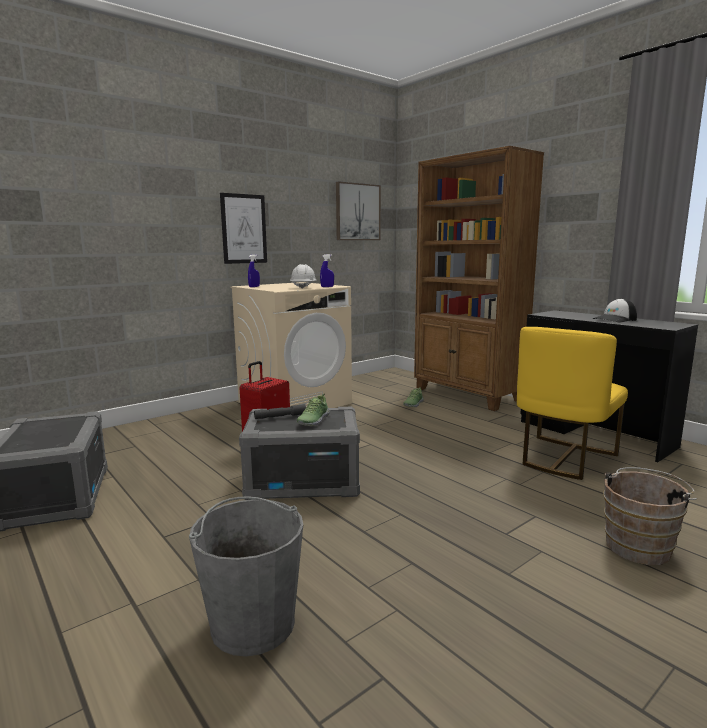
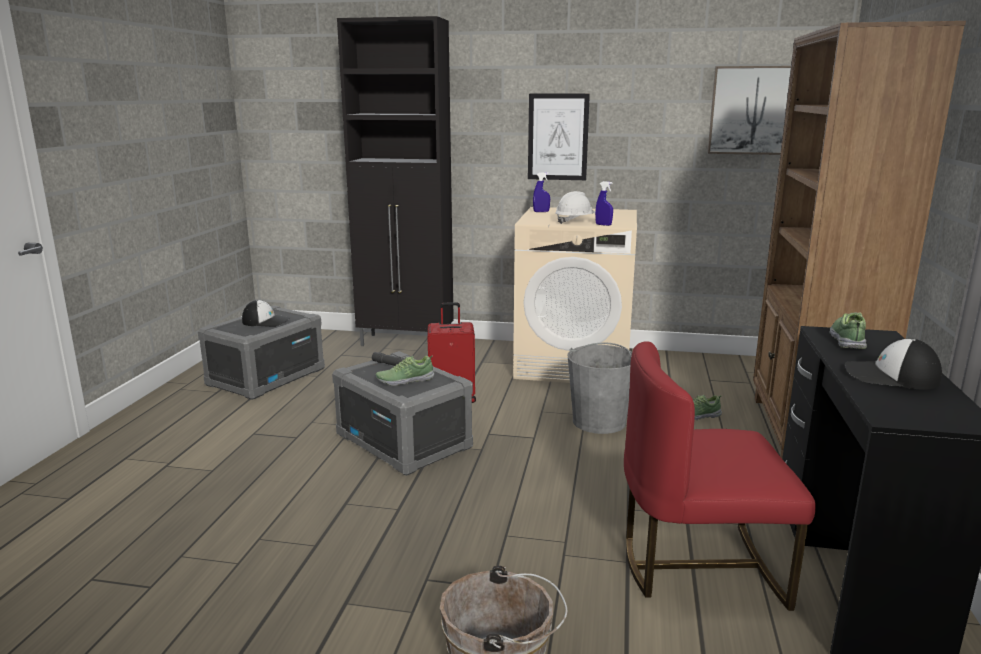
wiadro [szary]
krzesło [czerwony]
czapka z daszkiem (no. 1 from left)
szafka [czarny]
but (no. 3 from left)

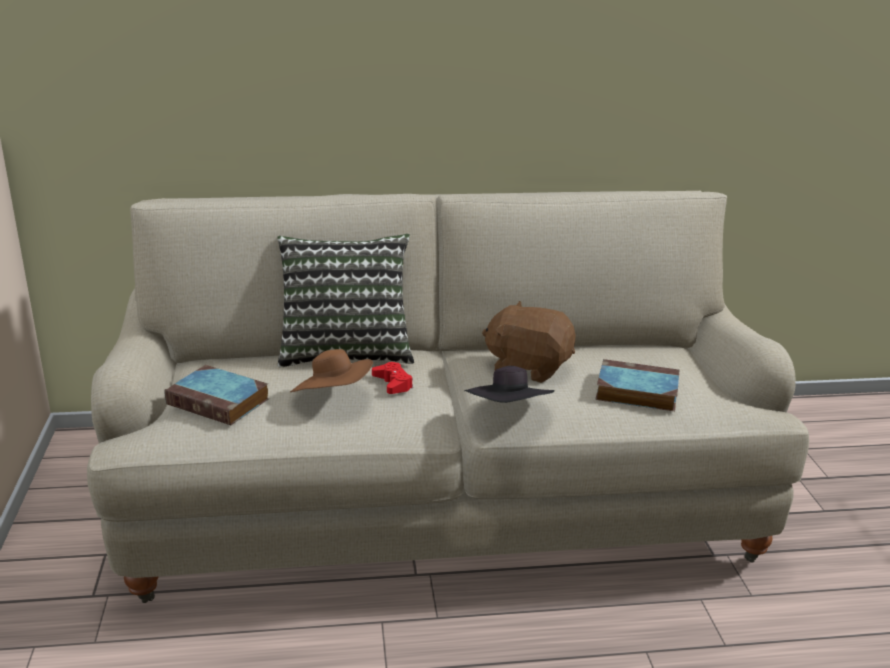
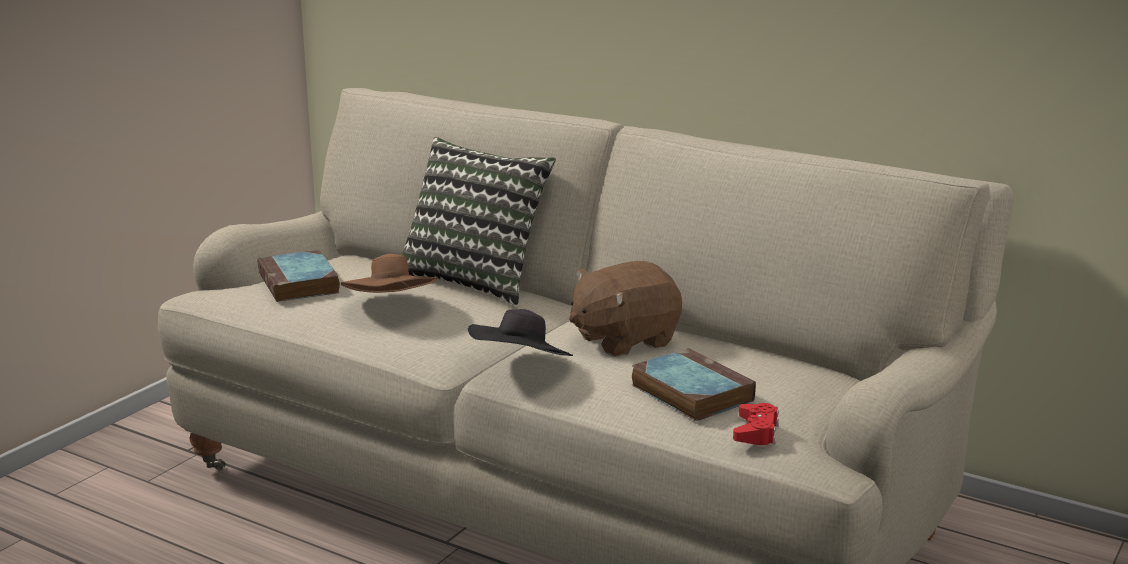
pad do gier [czerwony]
pluszak [brązowy]

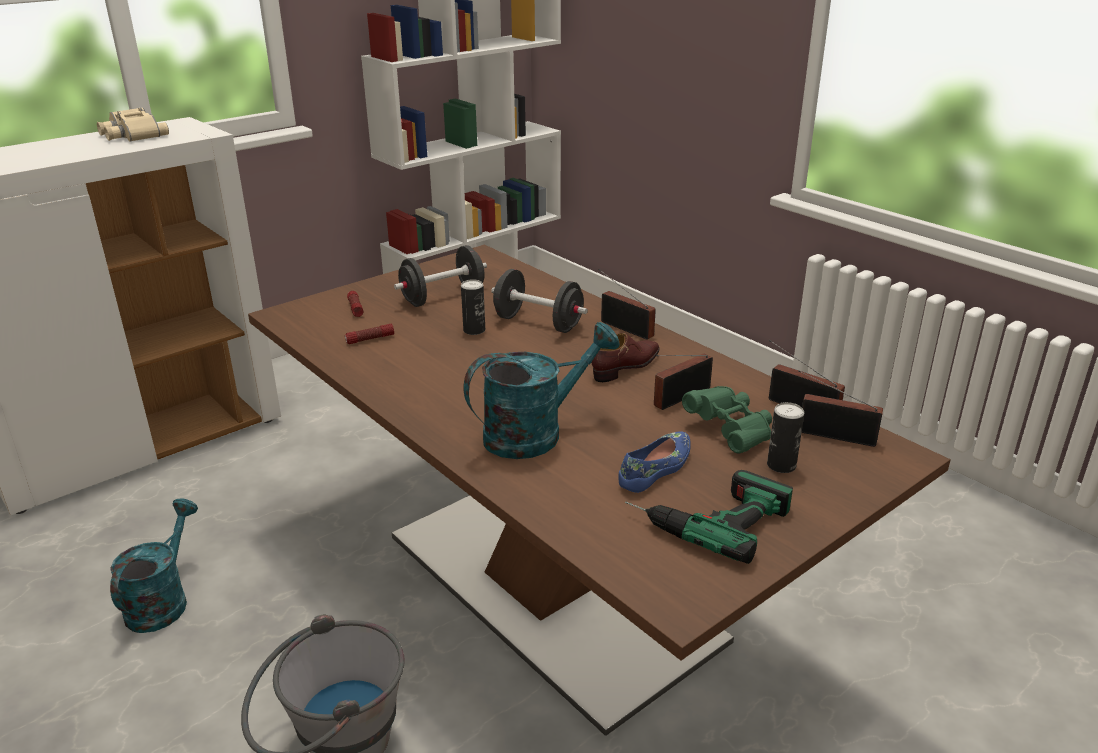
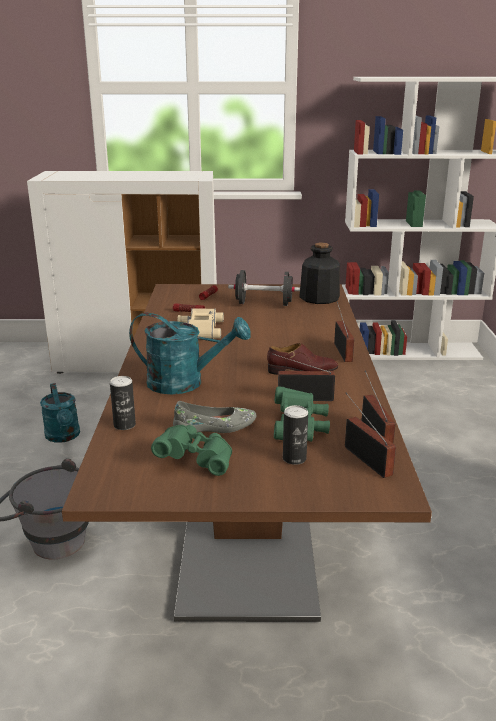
lornetka [beżowy]
konewka [turkusowy] (no. 1 from left)
puszka (no. 1 from left)
hantel [czarny] (no. 2 from left in the first image)
but [szary]
lornetka [zielony] (no. 1 from left)
butelka

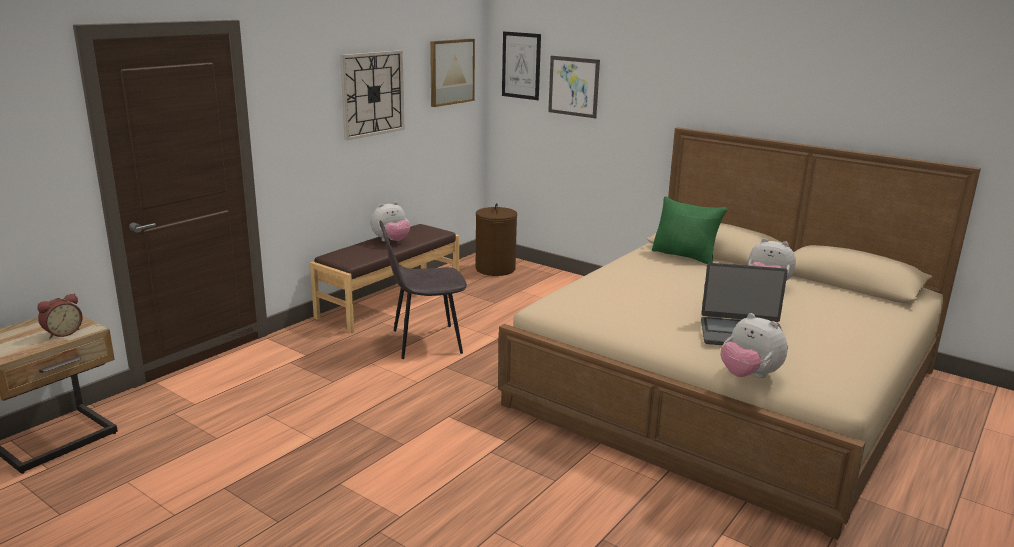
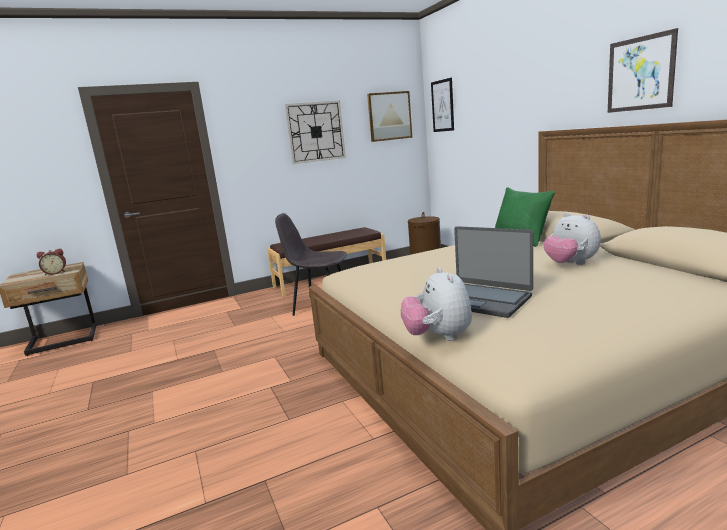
pluszak (no. 1 from left in the first image)
obraz (no. 3 from left)

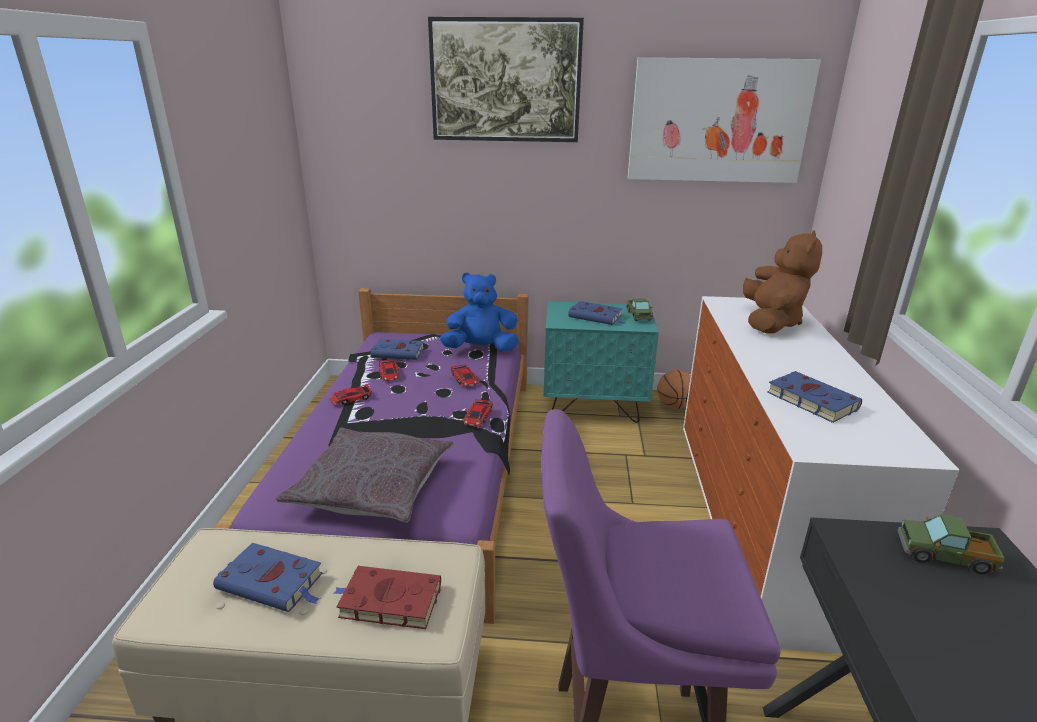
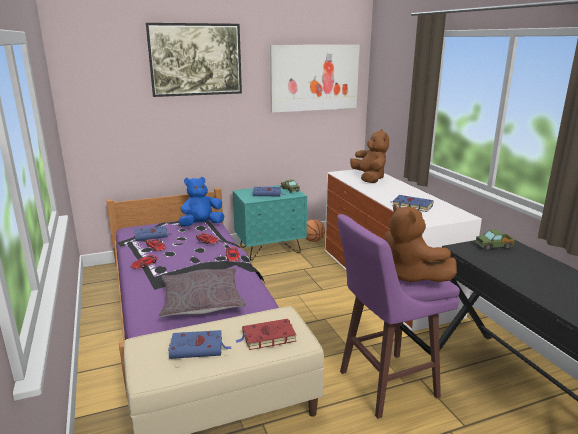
pluszak [brązowy] (no. 2 from left)

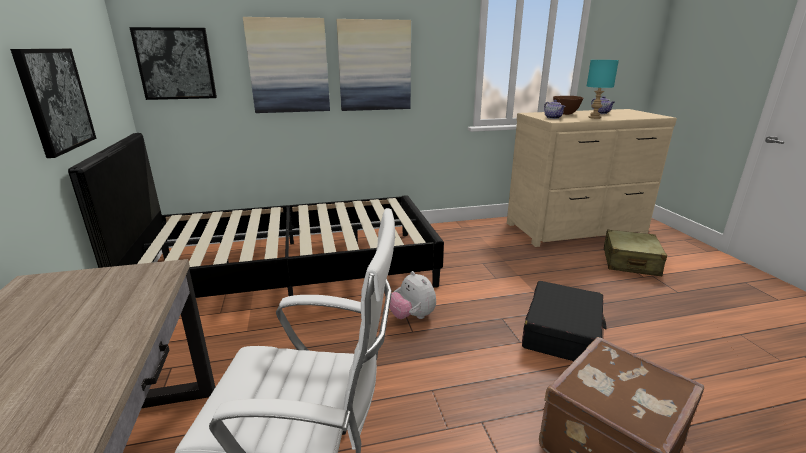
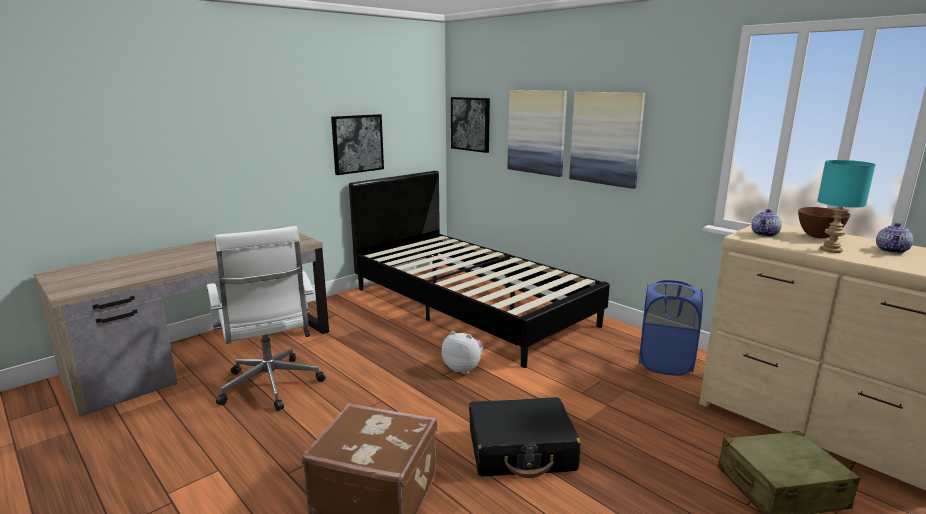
pluszak
kosz na pranie [niebieski]

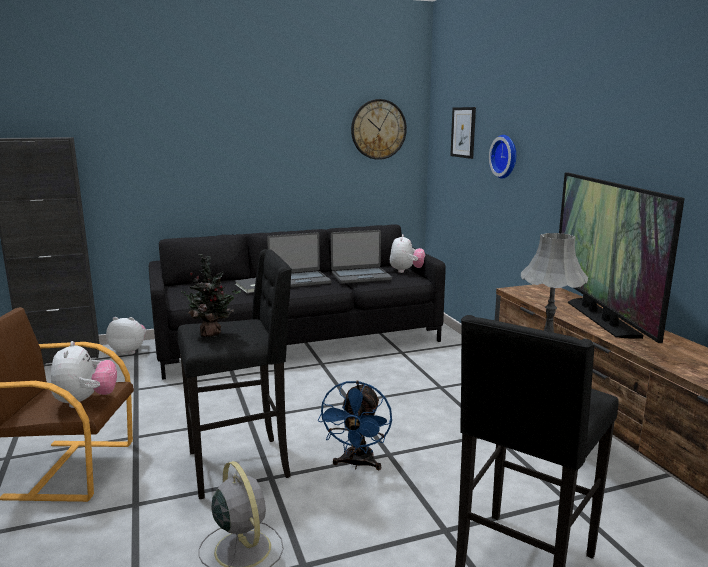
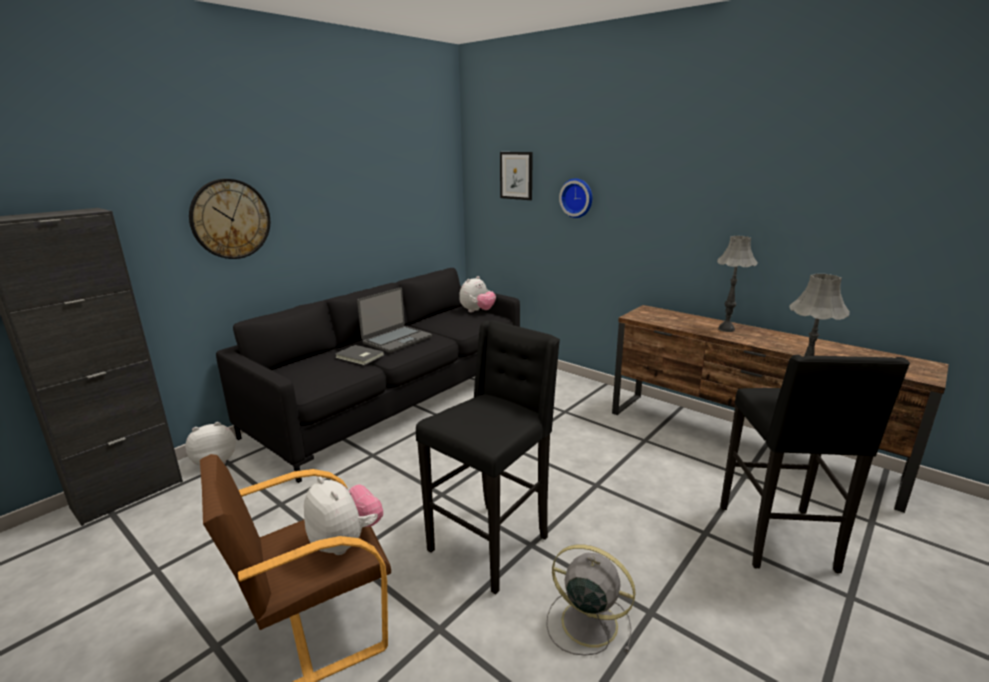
roślina doniczkowa
wentylator [niebieski]
laptop (no. 2 from left in the first image)
zegar ścienny (no. 1 from left)
pluszak (no. 3 from left)
lampa stołowa [szary] (no. 1 from left)

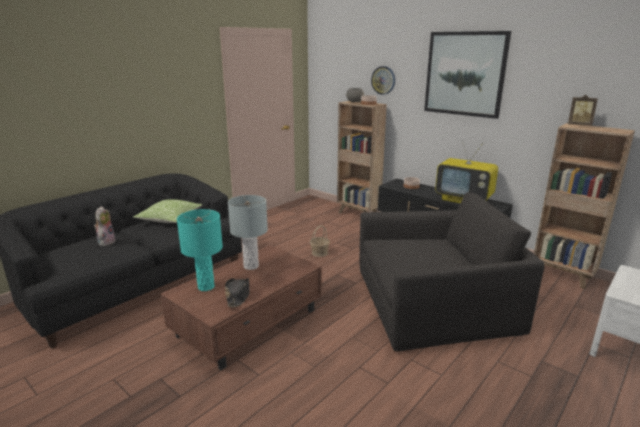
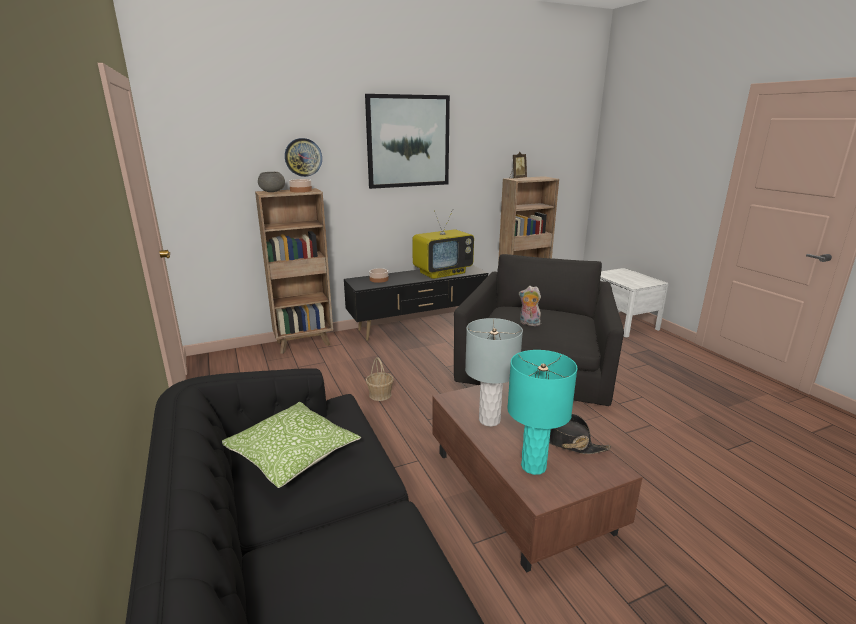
pluszak

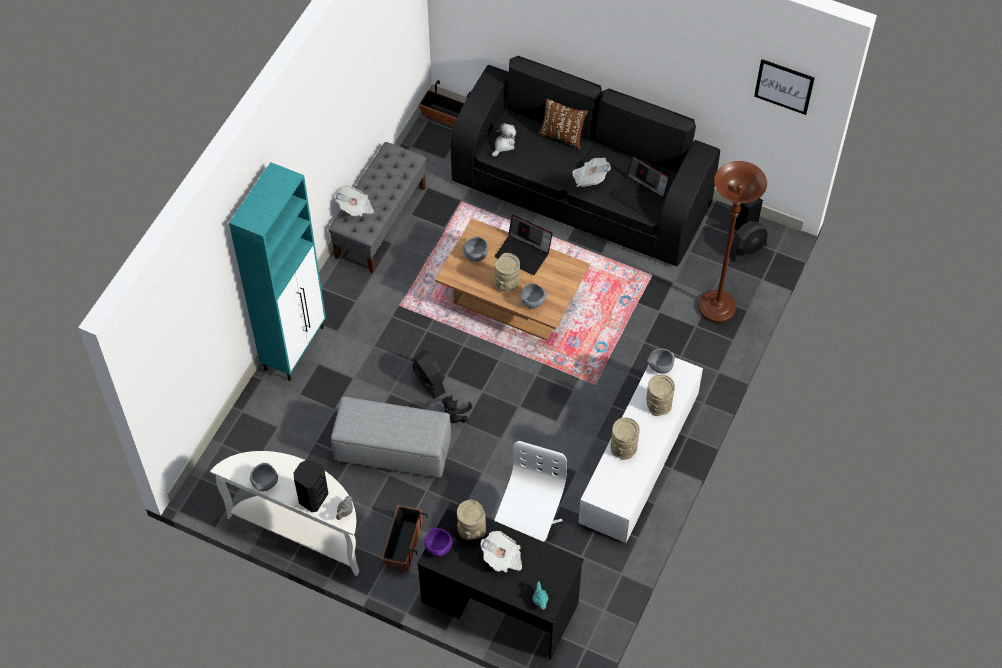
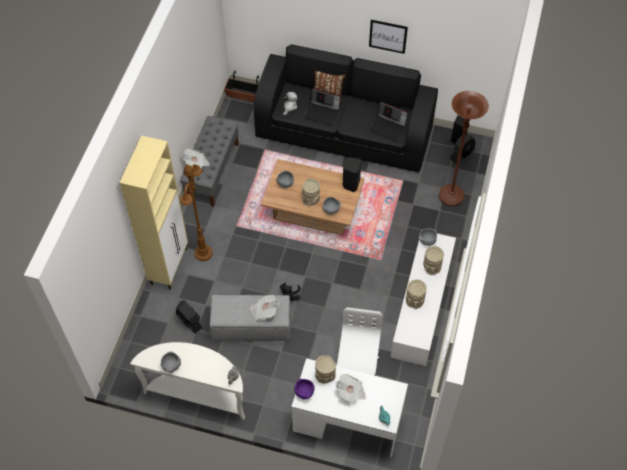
szafka [beżowy]
głośnik [czarny] (no. 1 from left)
donica (no. 1 from left in the first image)
wentylator [czarny] (no. 1 from left)
biurko [biały]
laptop (no. 1 from left)
gazeta (no. 2 from left)
obraz
lampa stojąca [brązowy] (no. 1 from left)

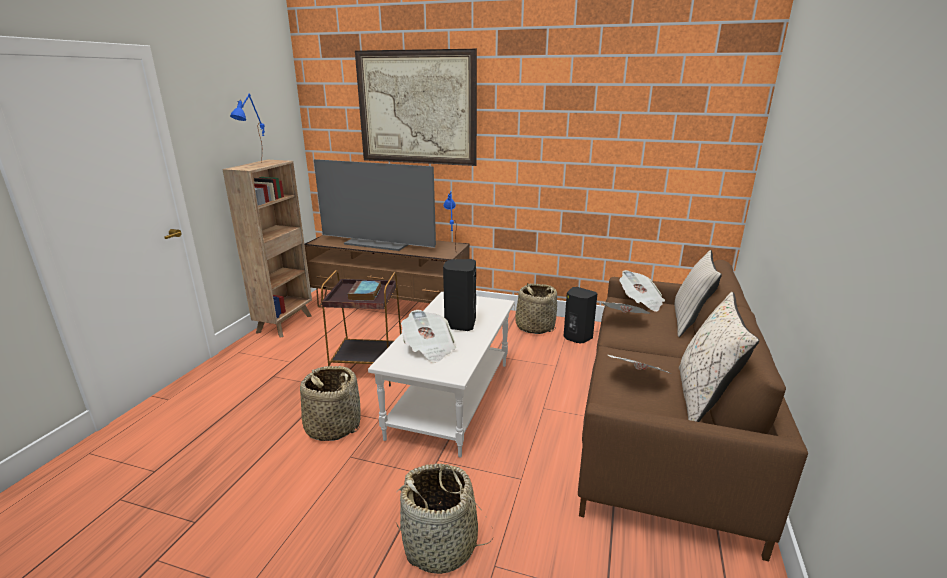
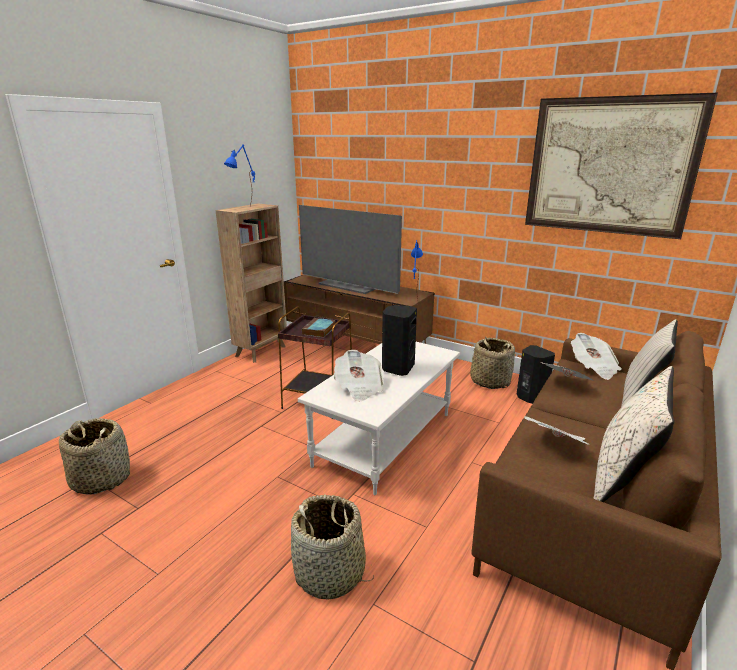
koszyk (no. 1 from left)
obraz

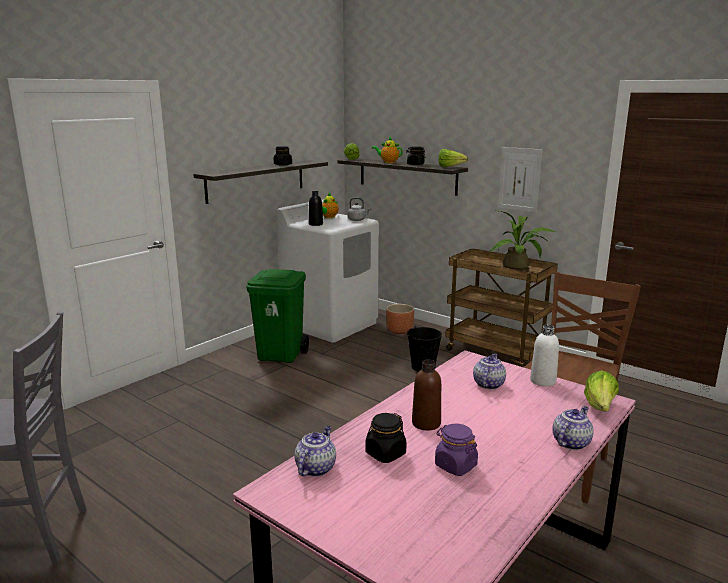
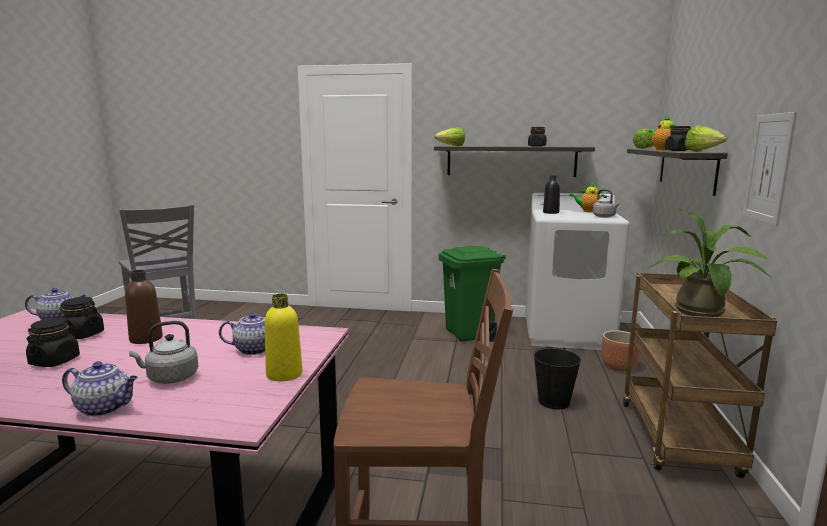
słoik [czarny] (no. 1 from left)
butelka [żółty]
sałata (no. 1 from left)
czajnik [szary] (no. 1 from left)

